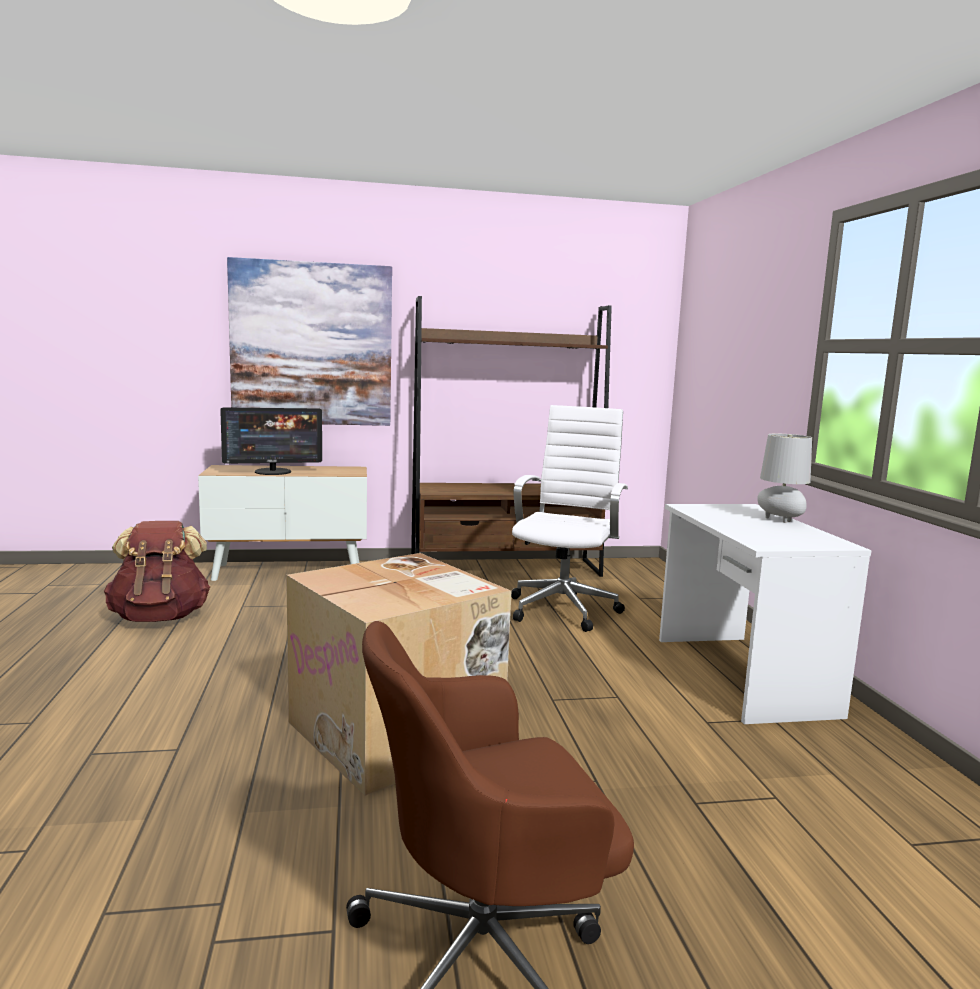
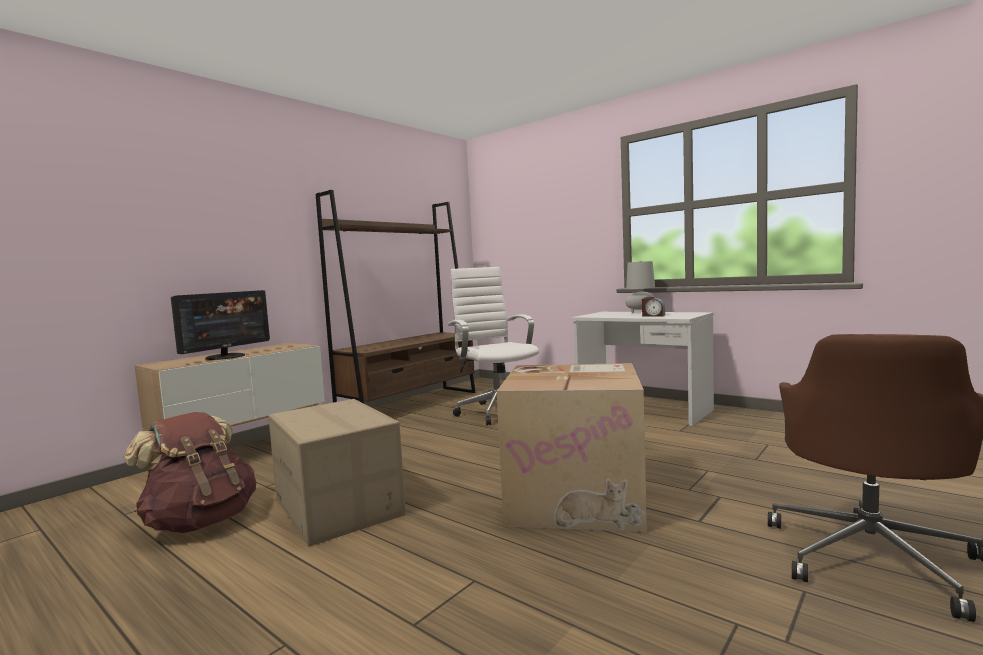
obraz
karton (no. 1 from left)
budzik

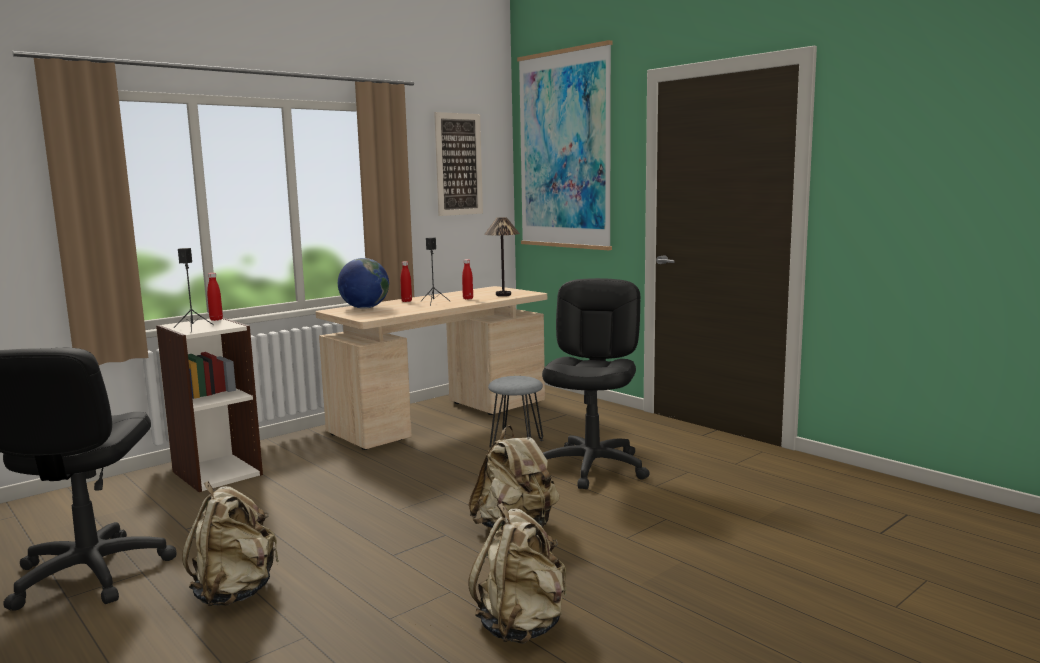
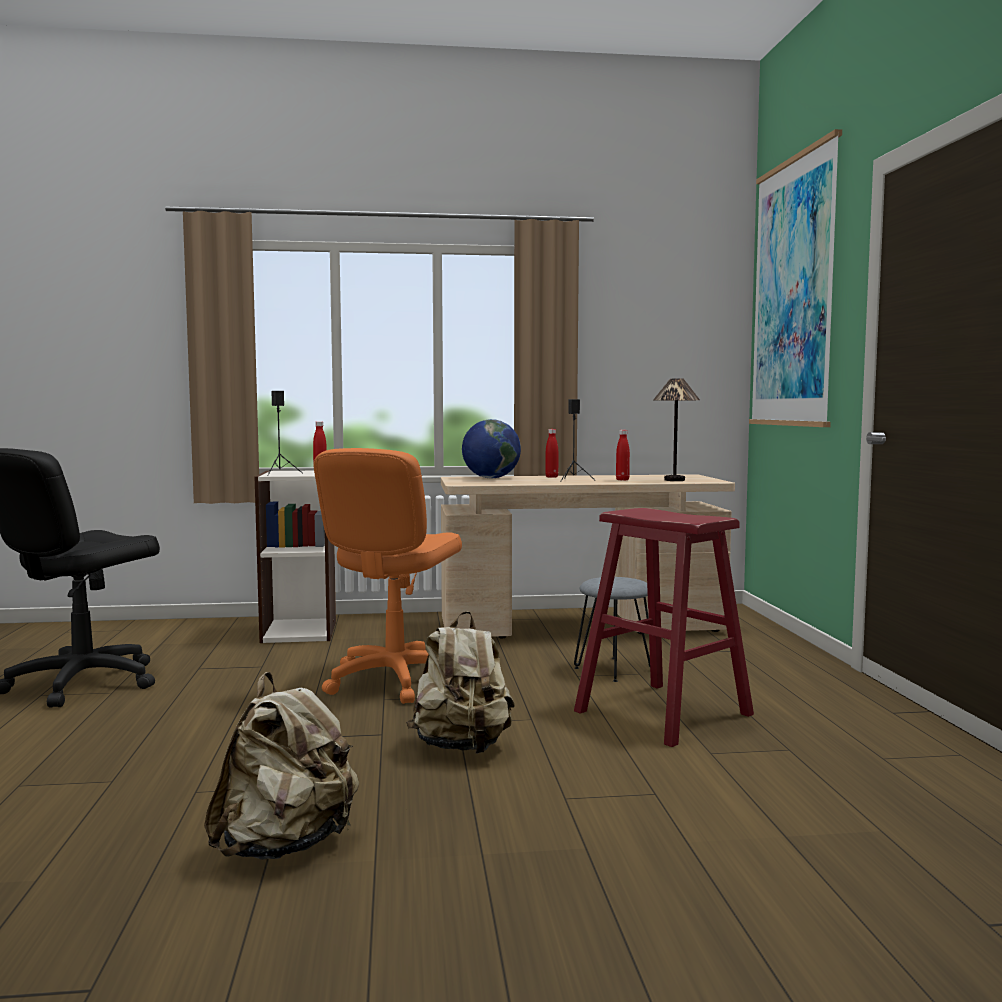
plecak [beżowy] (no. 1 from left in the first image)
obraz (no. 1 from left in the first image)
stołek [czerwony]
krzesło biurowe [pomarańczowy]

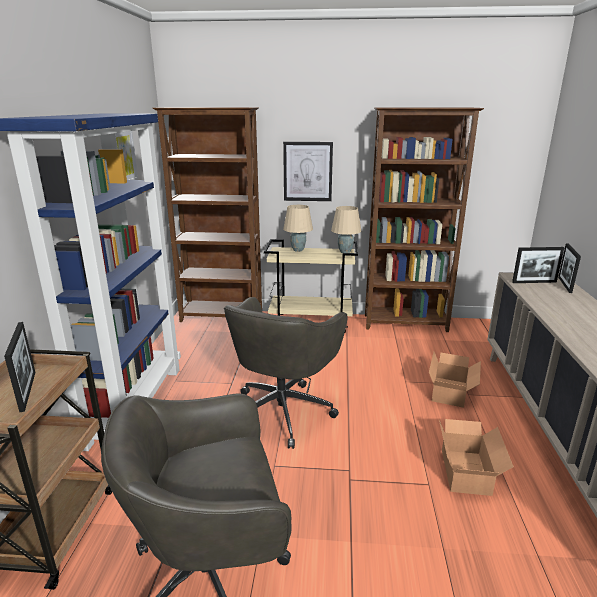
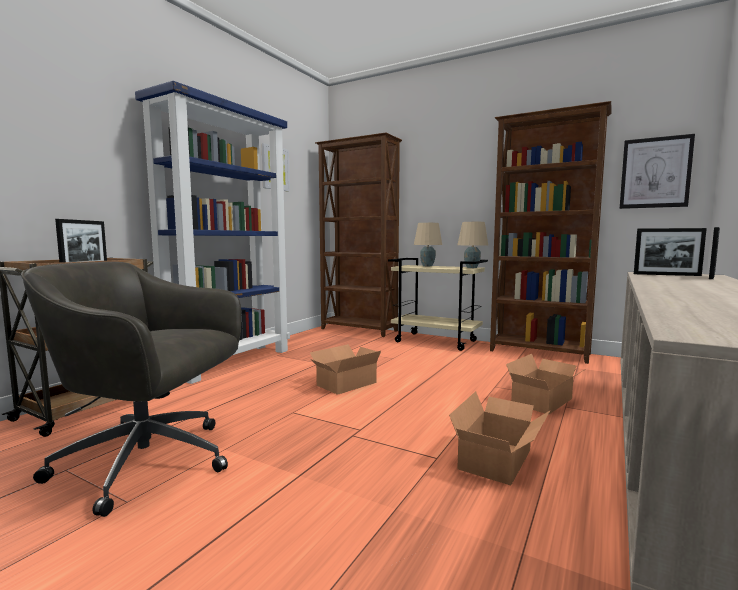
karton (no. 1 from left)
obraz (no. 2 from left)

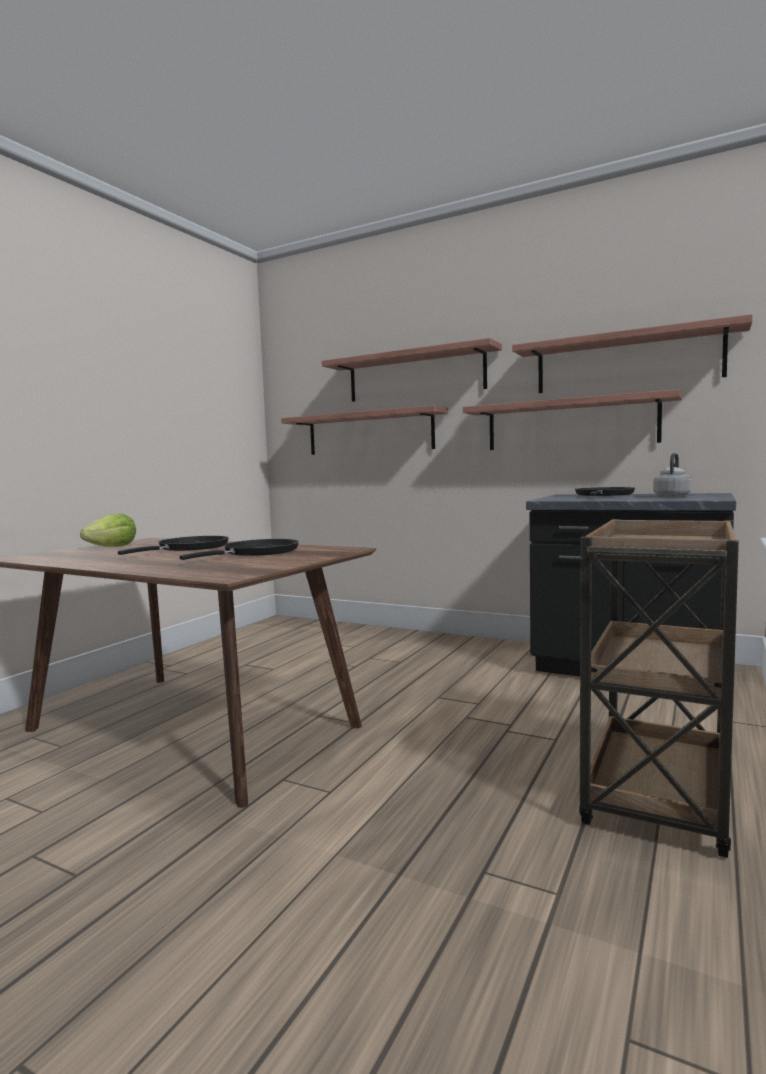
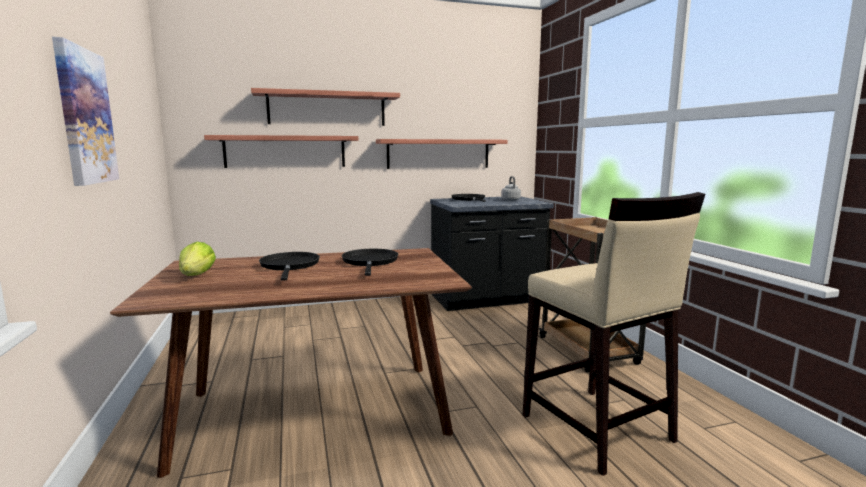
półka (no. 4 from left in the first image)
obraz
stołek [beżowy]

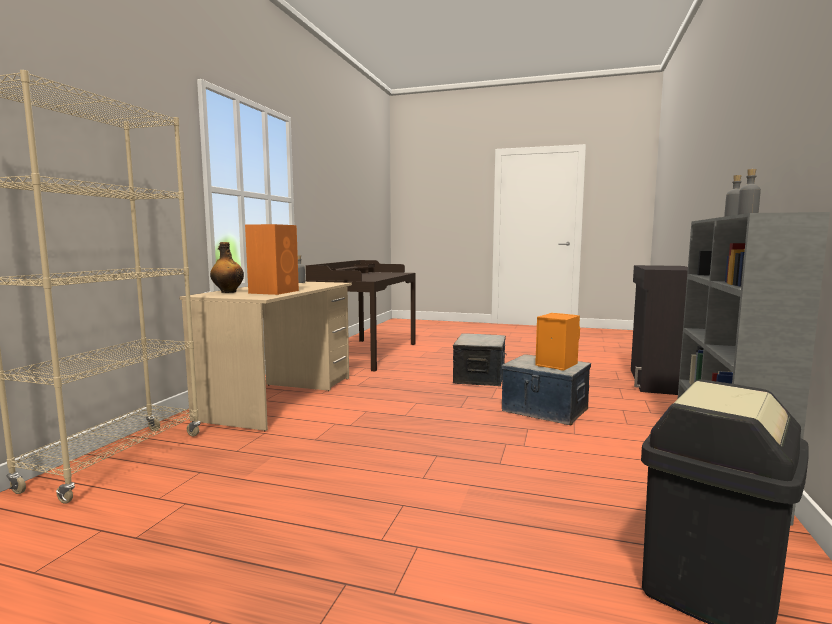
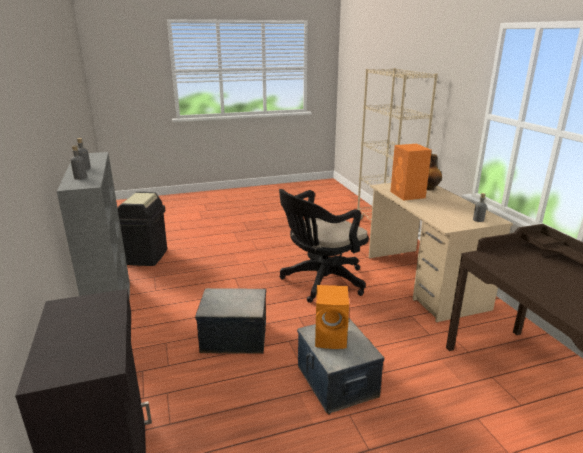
głośnik [pomarańczowy] (no. 1 from left)
krzesło biurowe [czarny]

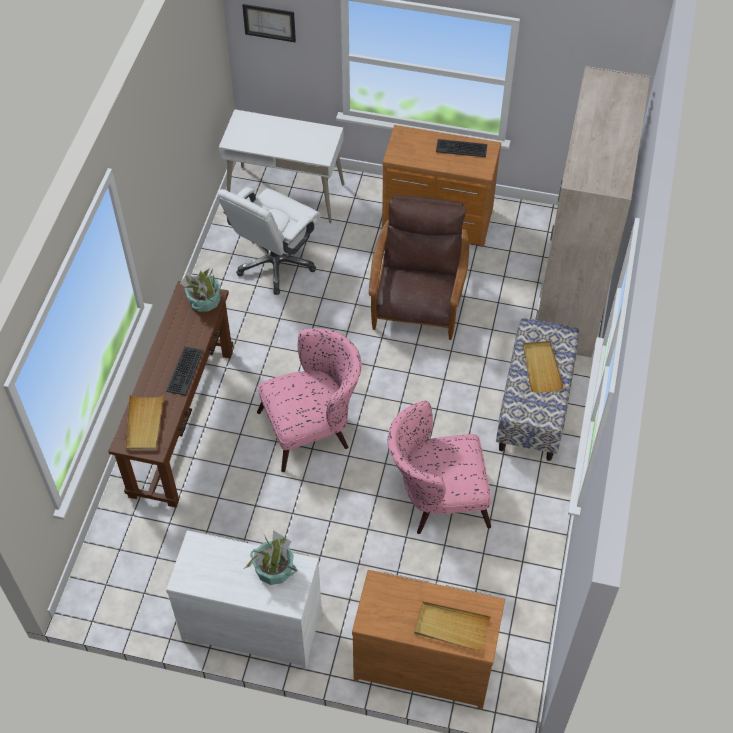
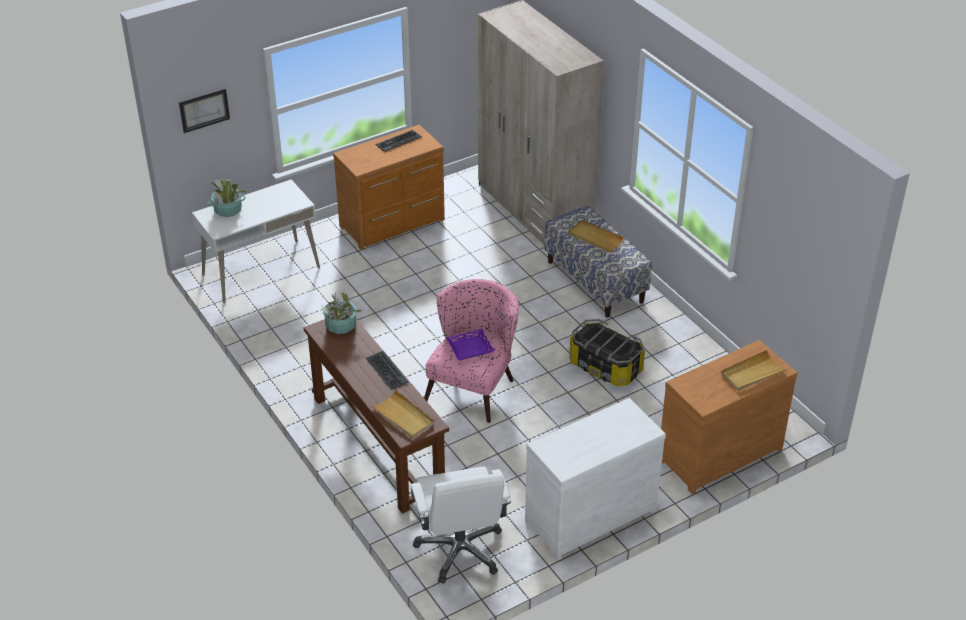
krzesło biurowe [biały]
roślina doniczkowa (no. 1 from left)
fotel [brązowy]
pojemnik do przechowywania
taca [fioletowy]

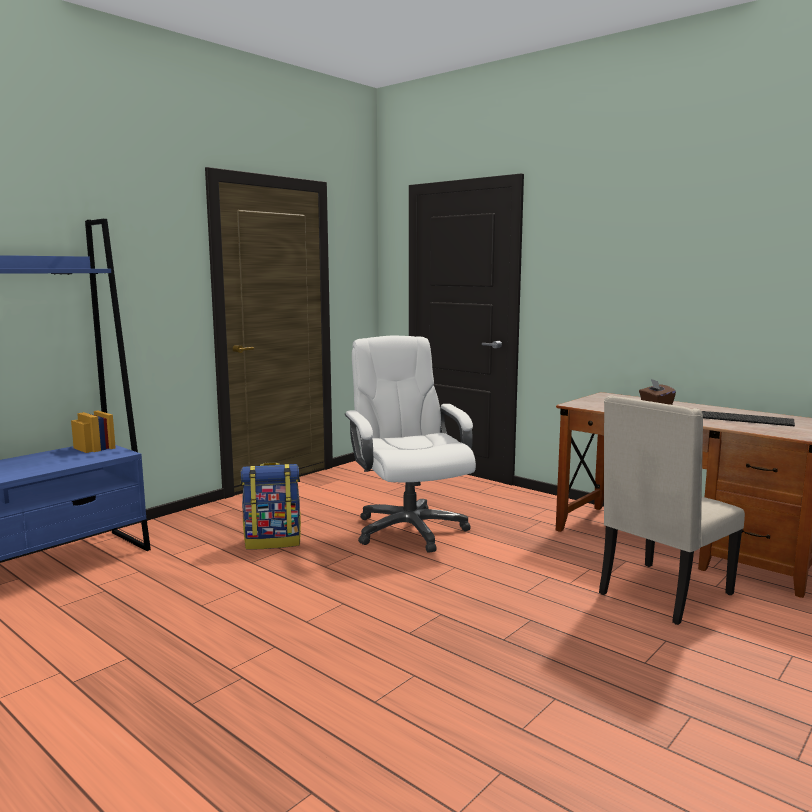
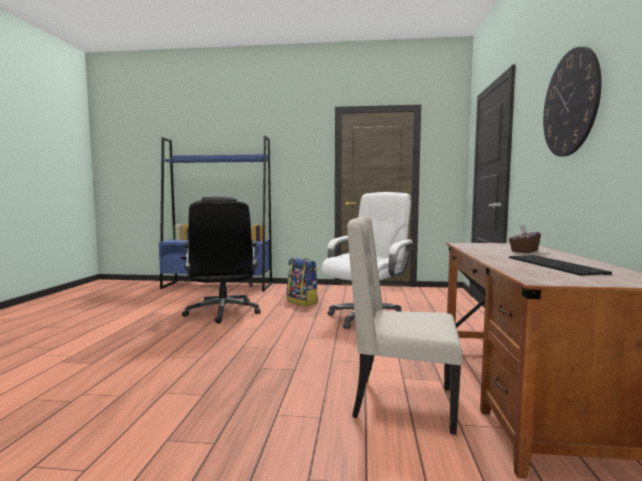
krzesło biurowe [czarny]
zegar ścienny

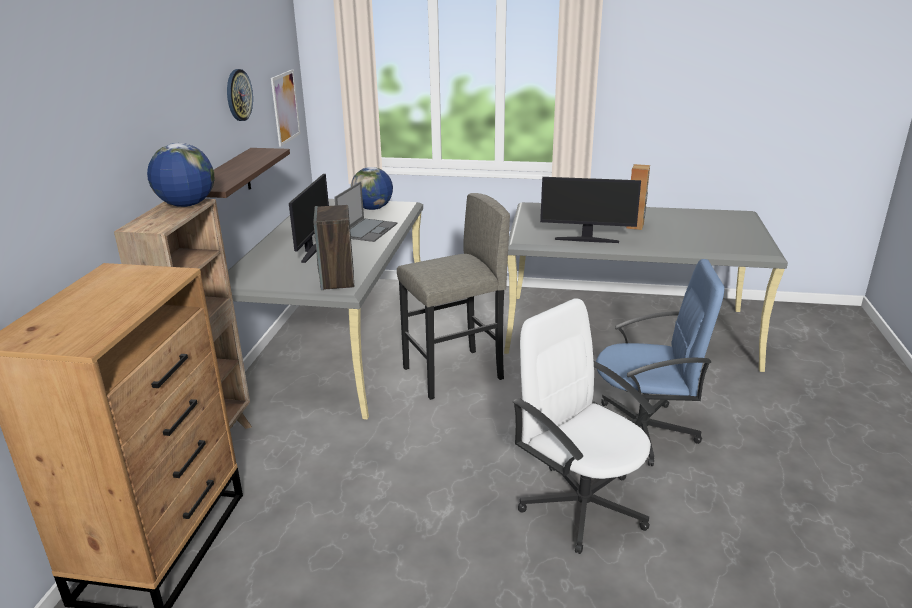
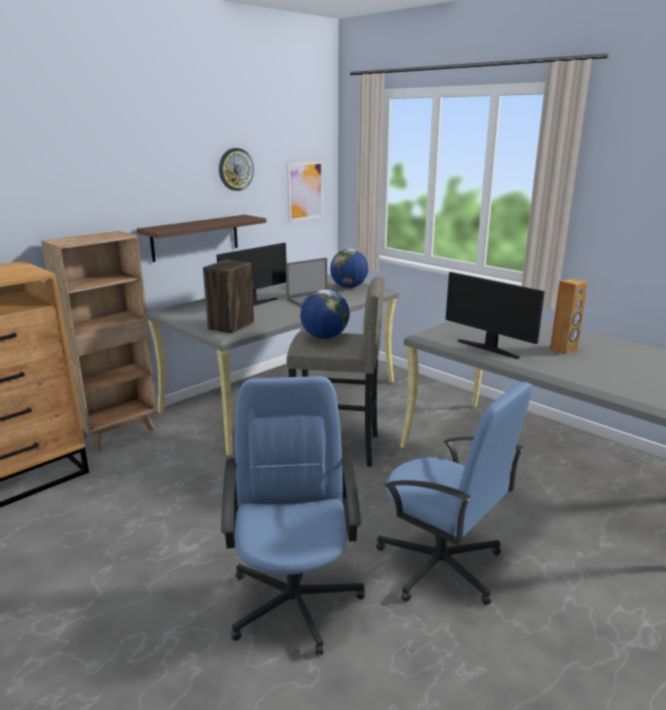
globus (no. 1 from left)
krzesło biurowe [niebieski] (no. 1 from left)

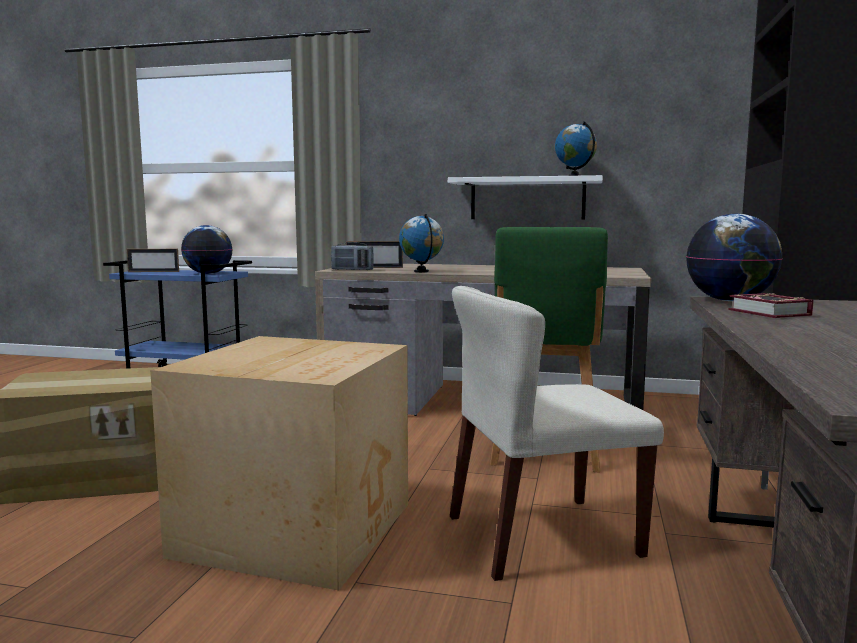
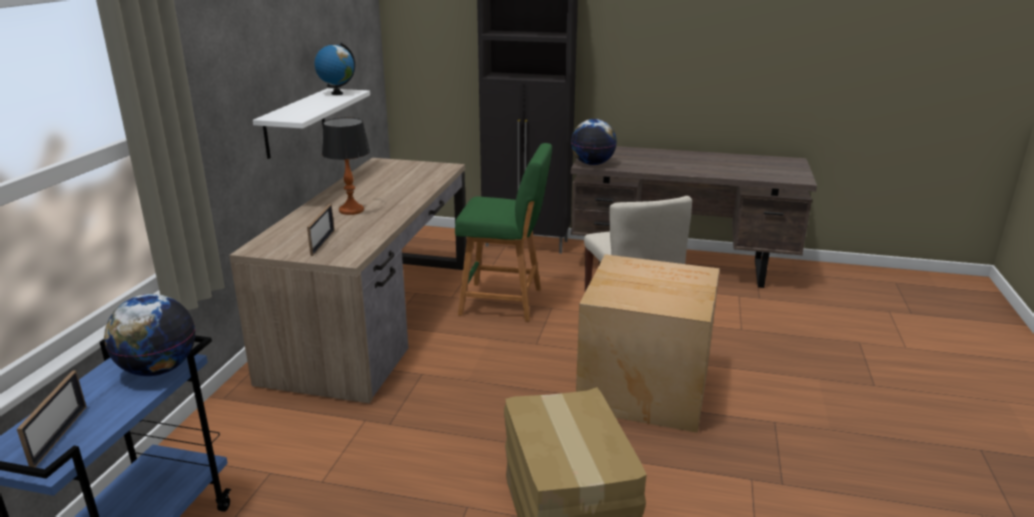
radio
globus (no. 2 from left in the first image)
książka
lampa stołowa

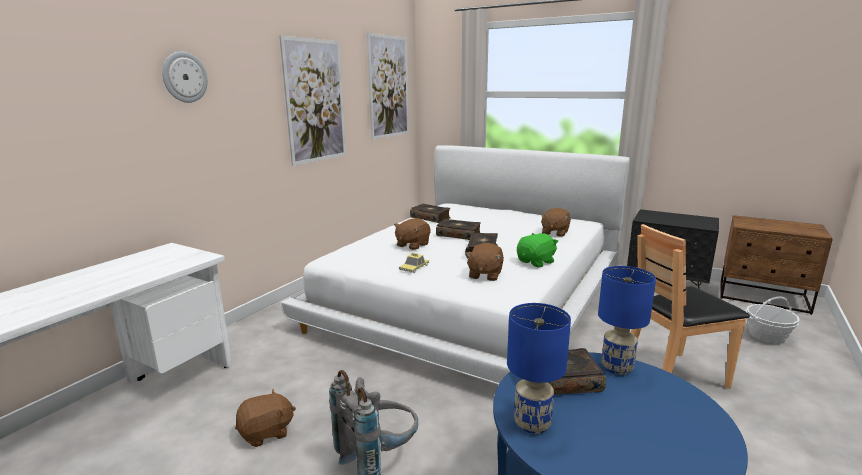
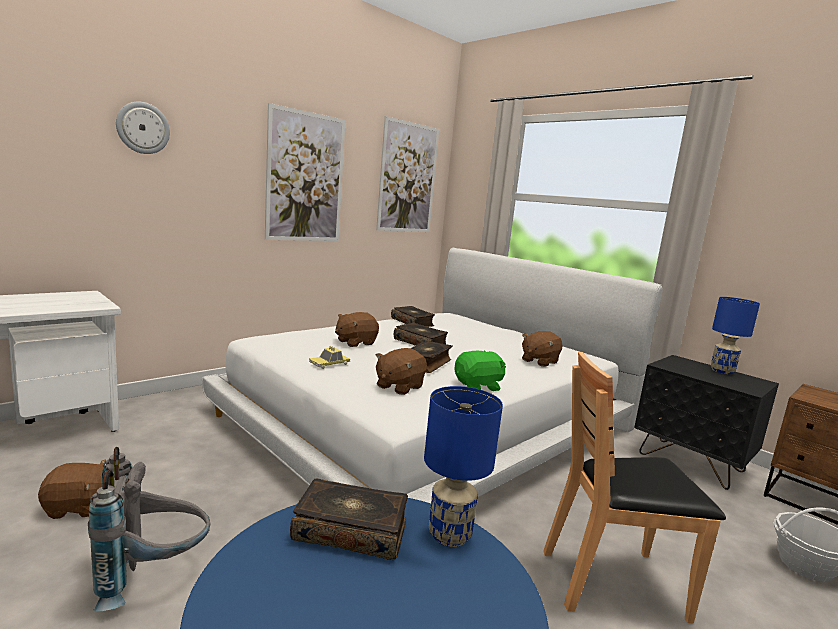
lampa stołowa [niebieski] (no. 2 from left)

